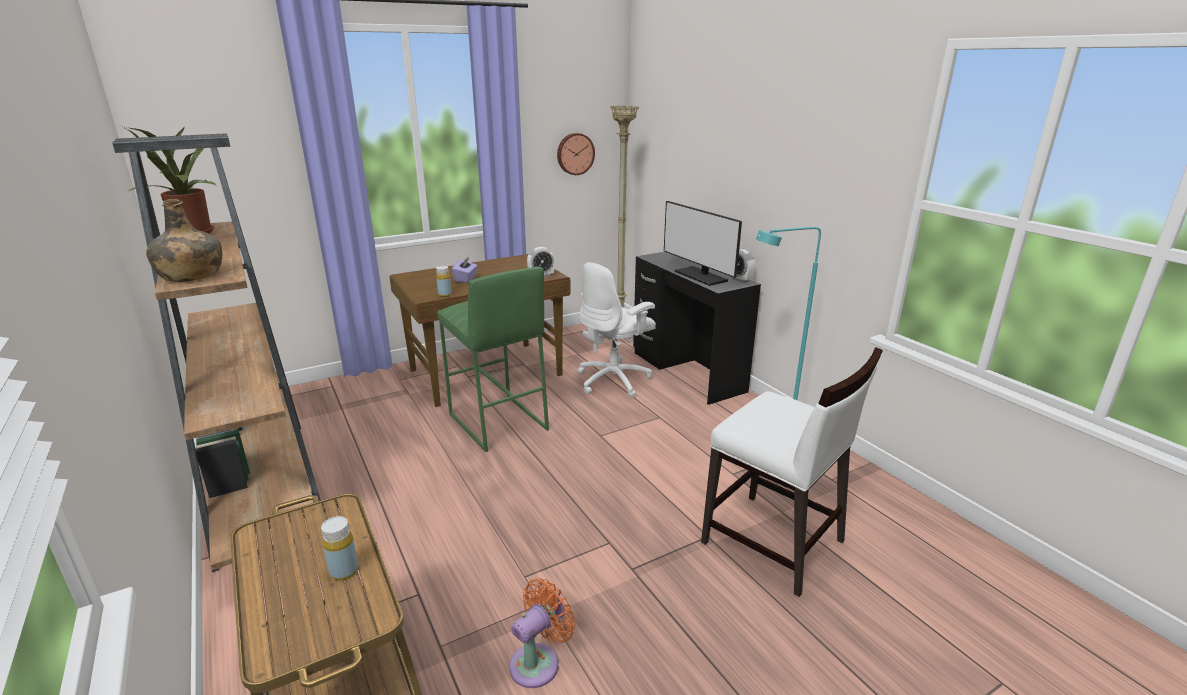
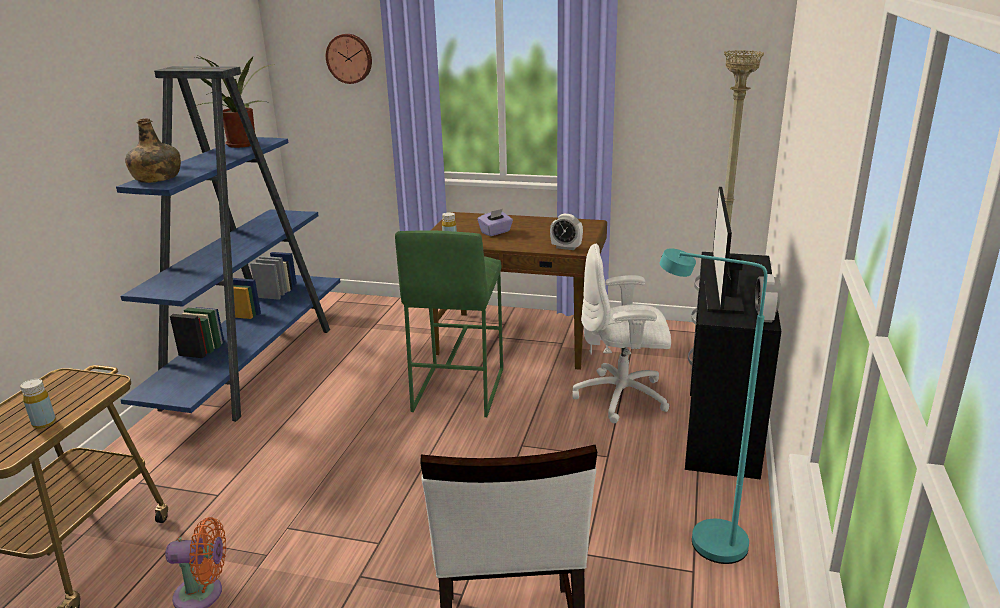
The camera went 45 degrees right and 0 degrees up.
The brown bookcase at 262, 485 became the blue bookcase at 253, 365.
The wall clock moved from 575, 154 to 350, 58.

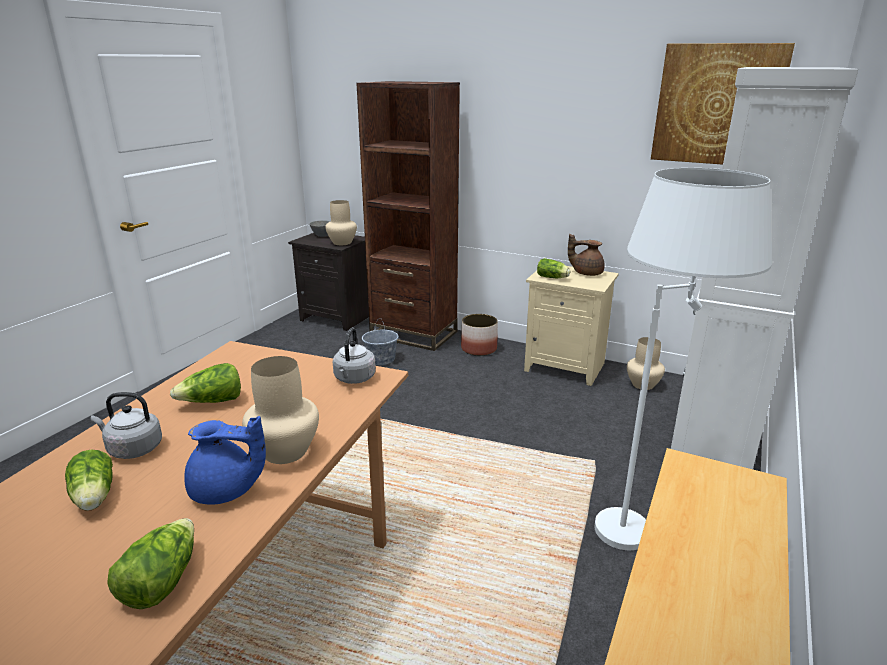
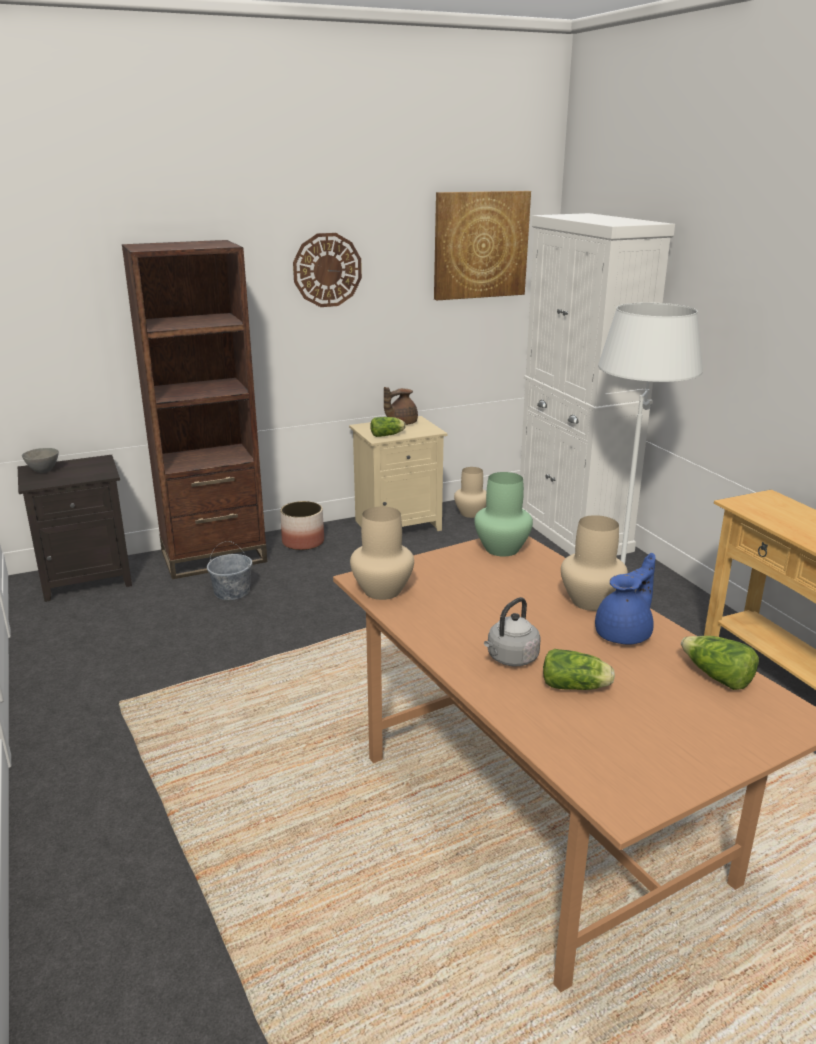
The camera went 50 degrees left and 0 degrees up.
The beige vase moved from 342, 242 to 381, 590.
The grey kettle at 354, 379 was replaced by the green vase at 503, 549.
The lettuce at 212, 402 disappeared.
The wall clock at 327, 270 appeared.

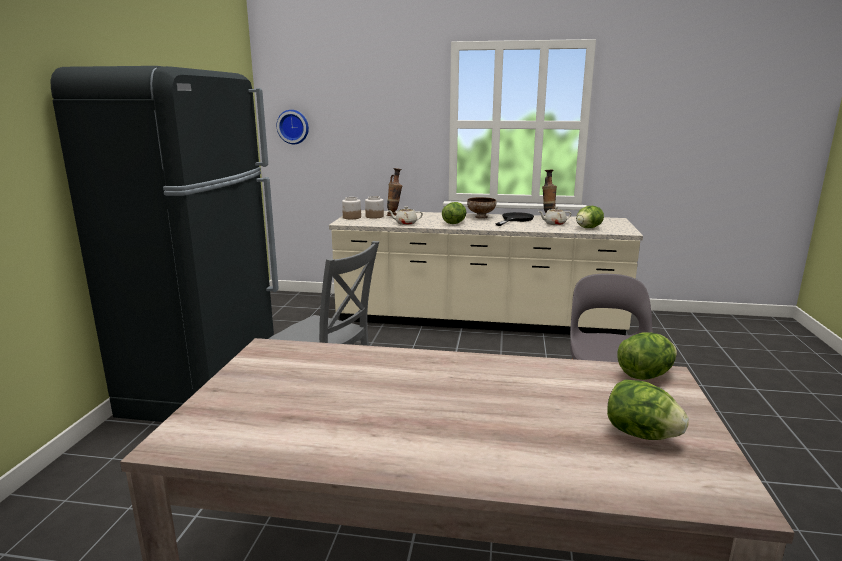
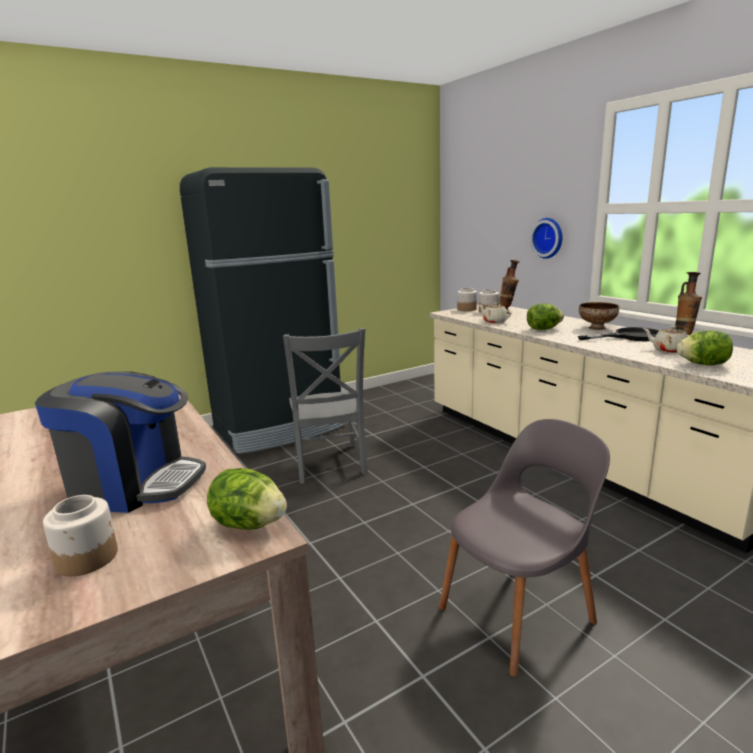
The camera went 50 degrees right and 0 degrees up.
The wall clock moved from 293, 127 to 548, 238.
The lettuce at 640, 434 was replaced by the jar at 88, 558.
The coffee machine at 134, 484 appeared.

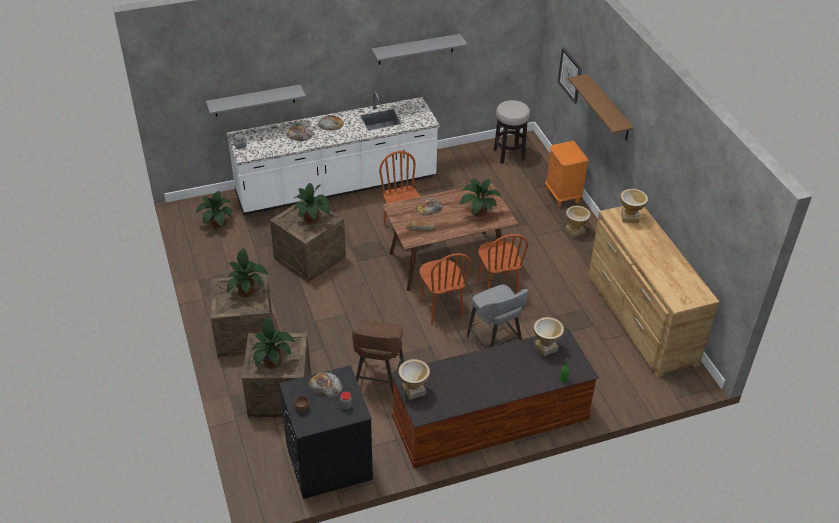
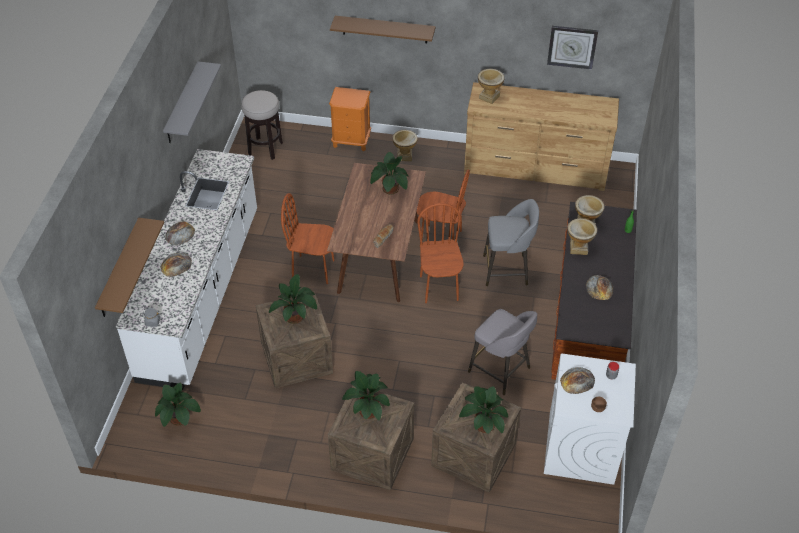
The camera went 60 degrees left and 5 degrees up.
The wall clock moved from 570, 75 to 572, 46.
The grey shelf at 254, 100 became the brown shelf at 119, 269.
The bread moved from 429, 207 to 599, 287.
The brown chair at 441, 309 turned 105 degrees counterclockwise.
The brown stool at 378, 379 became the grey stool at 500, 371.
The vase moved from 413, 391 to 578, 248.
The black washing machine at 328, 463 became the white washing machine at 581, 448.

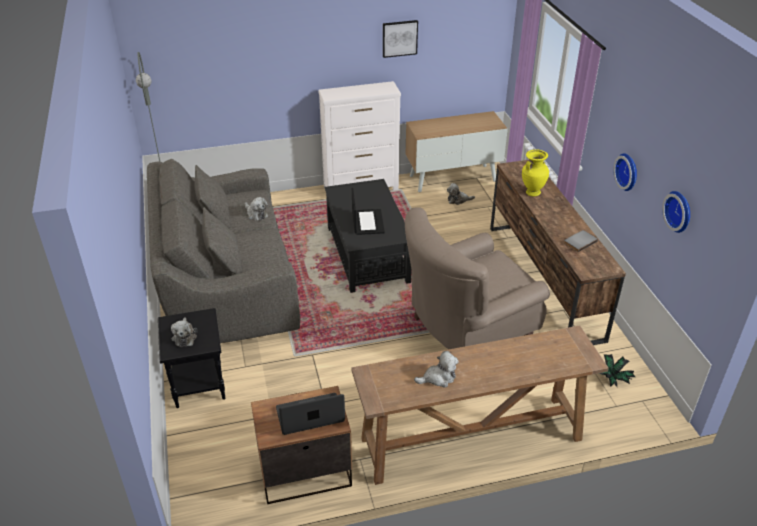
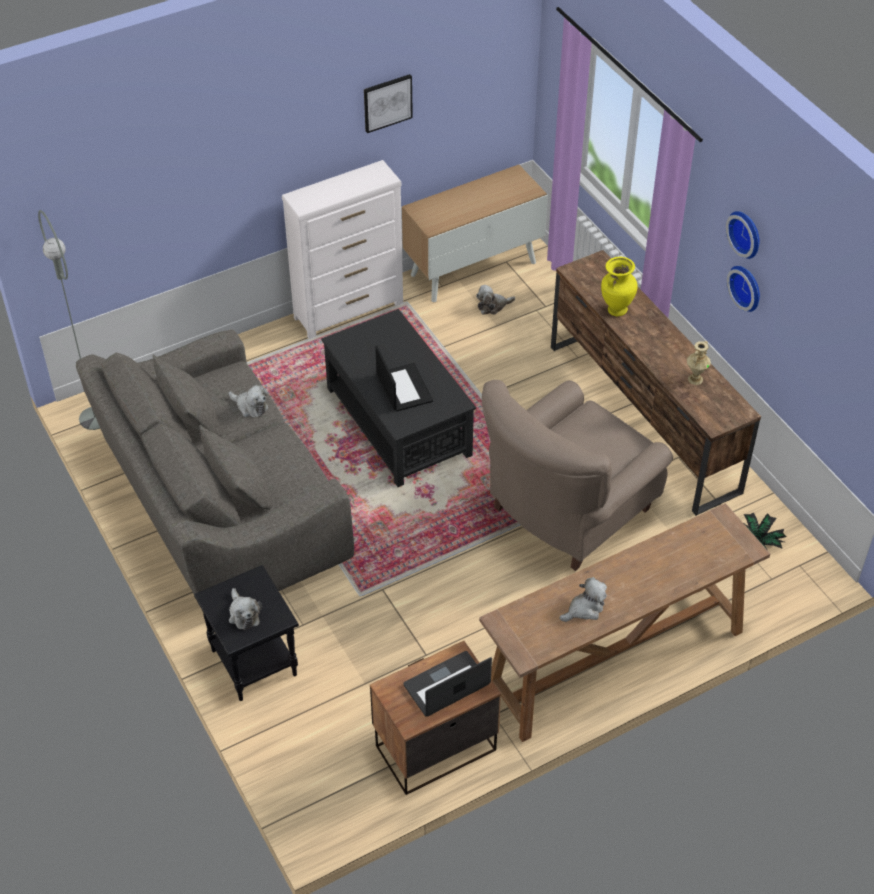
The camera went 15 degrees left and 10 degrees up.
The wall clock moved from 679, 211 to 746, 233.
The grey book at 579, 241 was replaced by the beige vase at 695, 379.

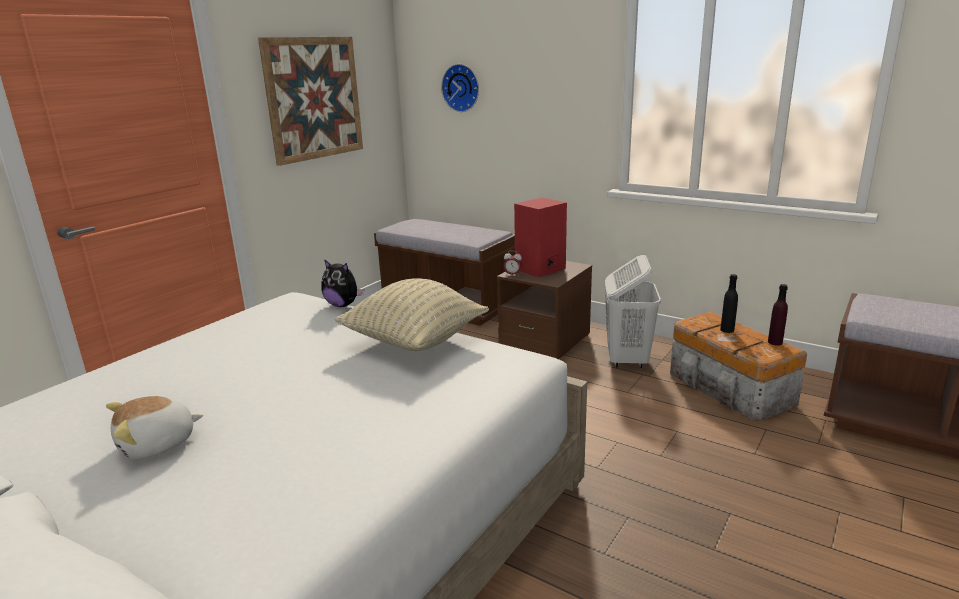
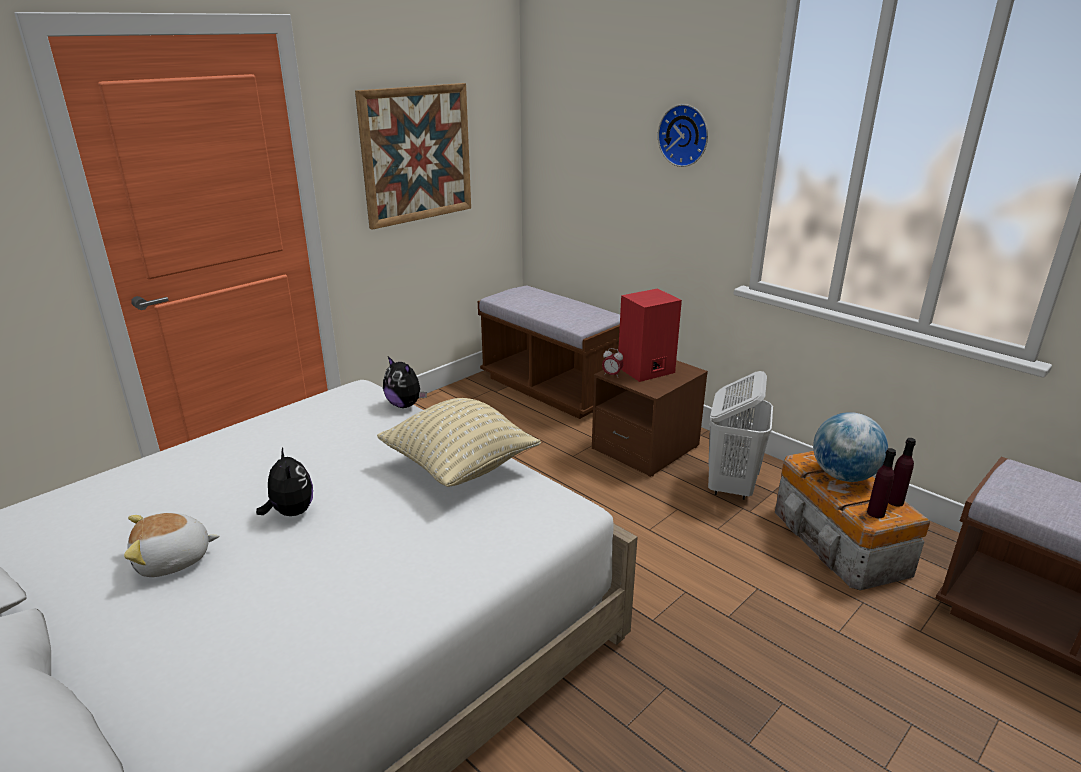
The camera went 10 degrees right and 5 degrees up.
The wall clock moved from 462, 88 to 685, 135.
The black bottle at 727, 330 was replaced by the globe at 843, 476.
The plush toy at 290, 512 appeared.
The purple bottle at 875, 513 appeared.

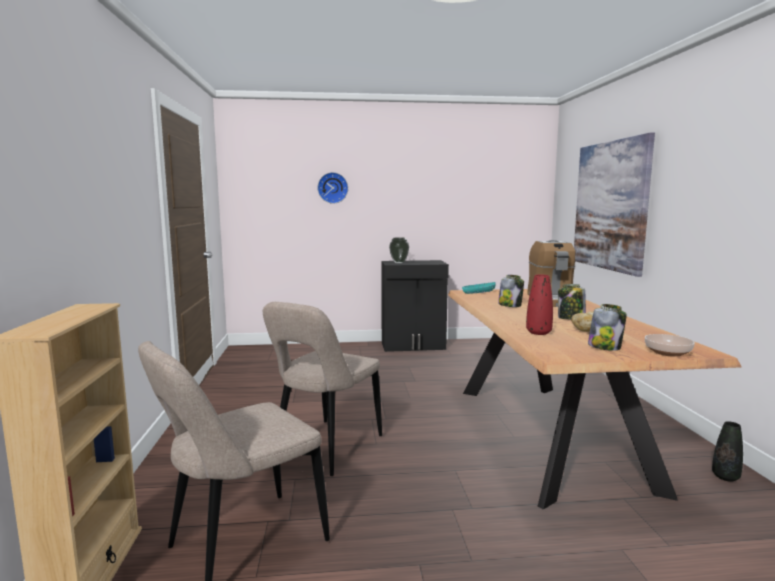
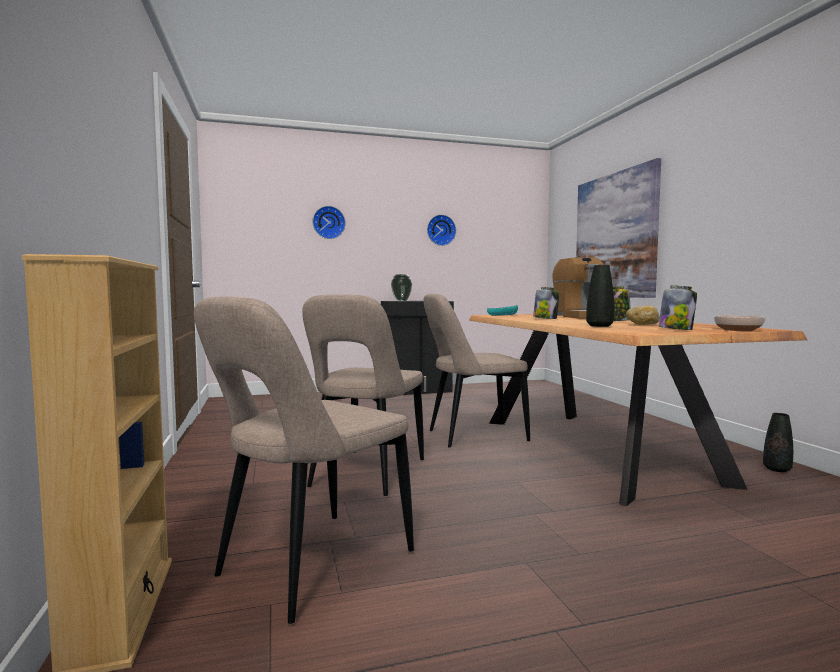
The camera went 10 degrees left and 5 degrees down.
The red vase at 538, 332 became the black vase at 599, 326.
The wall clock at 440, 230 appeared.
The beige chair at 472, 436 appeared.

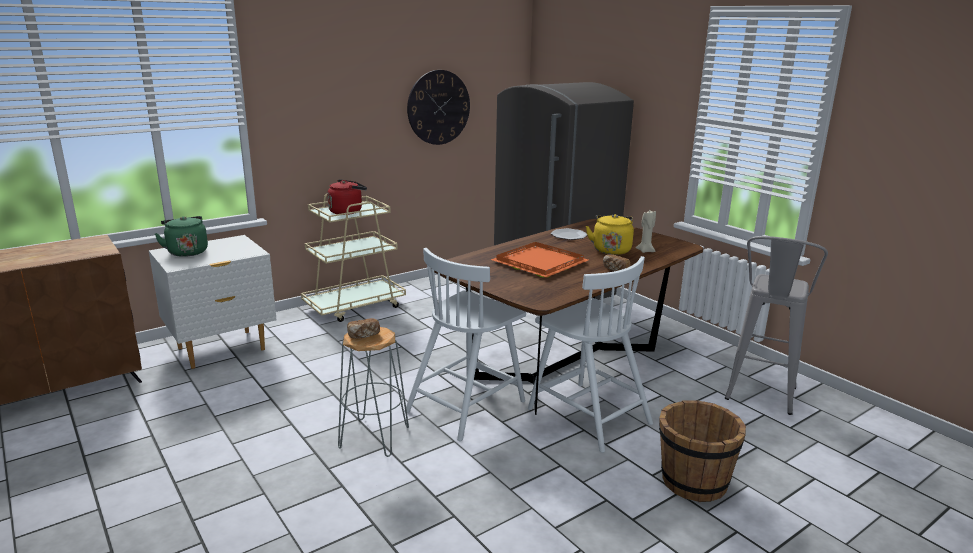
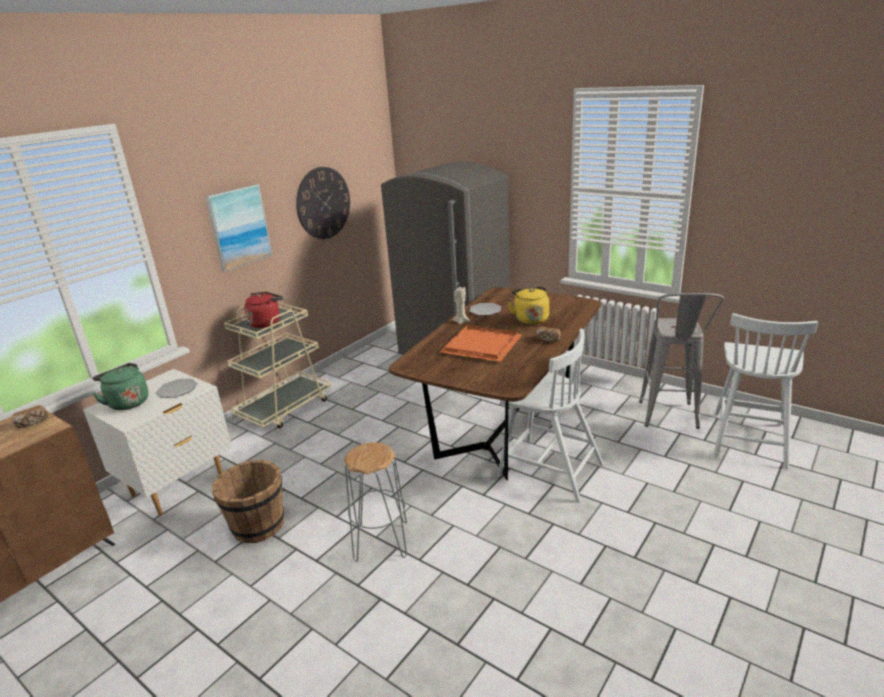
The camera went 15 degrees left and 5 degrees up.
The beige candle moved from 645, 251 to 461, 322.
The white chair moved from 467, 405 to 749, 438.
The bread moved from 364, 335 to 32, 423.
The brown bucket moved from 693, 482 to 258, 525.
The picture at 239, 227 appeared.
The plate at 177, 389 appeared.

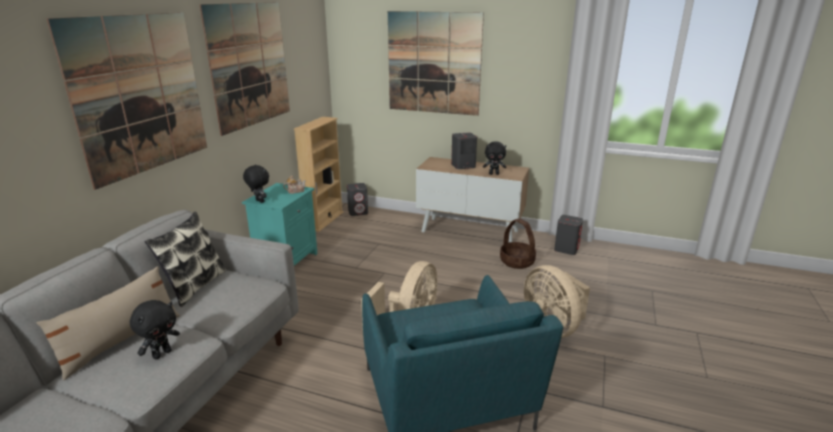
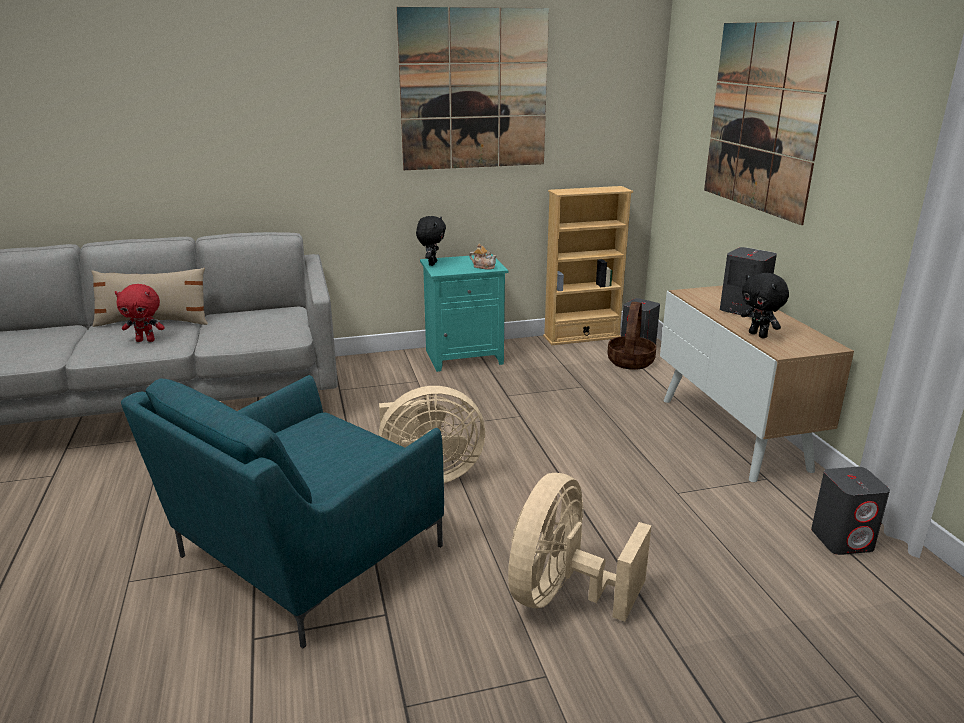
The camera went 55 degrees right and 0 degrees up.
The picture at 140, 94 disappeared.
The pillow at 195, 286 disappeared.
The basket moved from 517, 261 to 631, 361.
The black plush toy at 162, 354 became the red plush toy at 146, 340.

